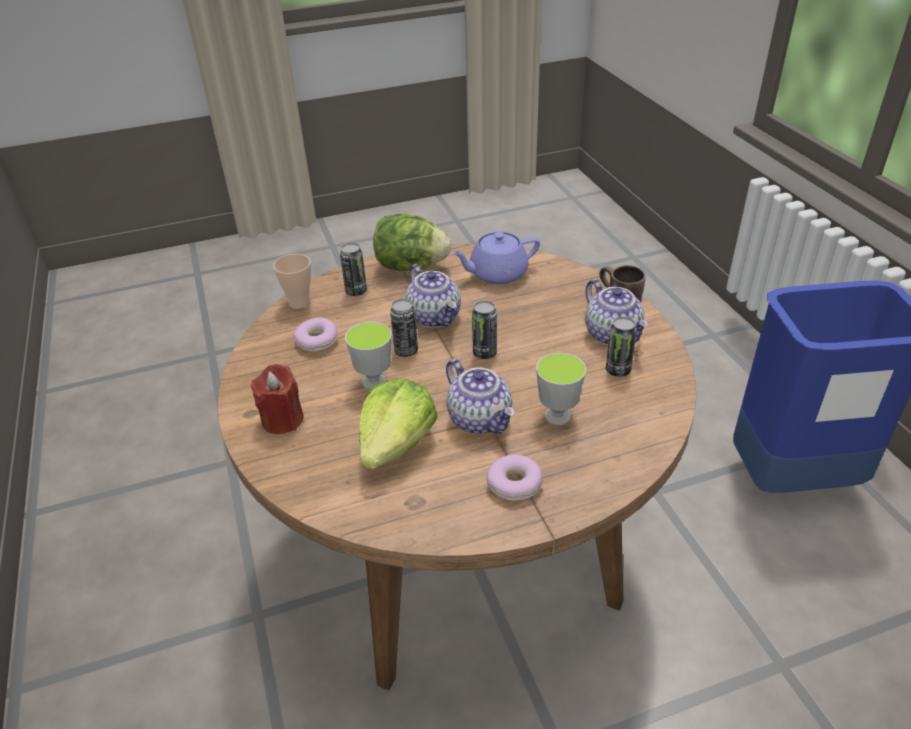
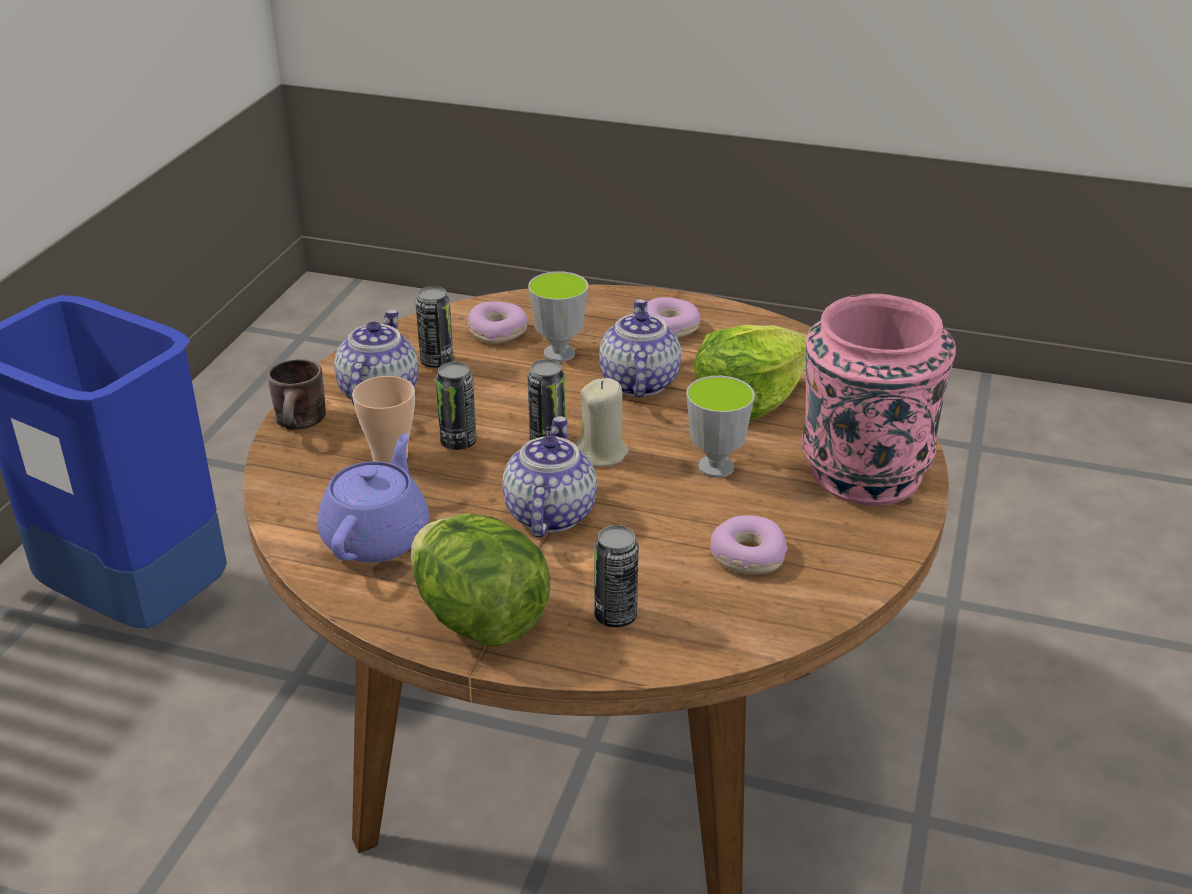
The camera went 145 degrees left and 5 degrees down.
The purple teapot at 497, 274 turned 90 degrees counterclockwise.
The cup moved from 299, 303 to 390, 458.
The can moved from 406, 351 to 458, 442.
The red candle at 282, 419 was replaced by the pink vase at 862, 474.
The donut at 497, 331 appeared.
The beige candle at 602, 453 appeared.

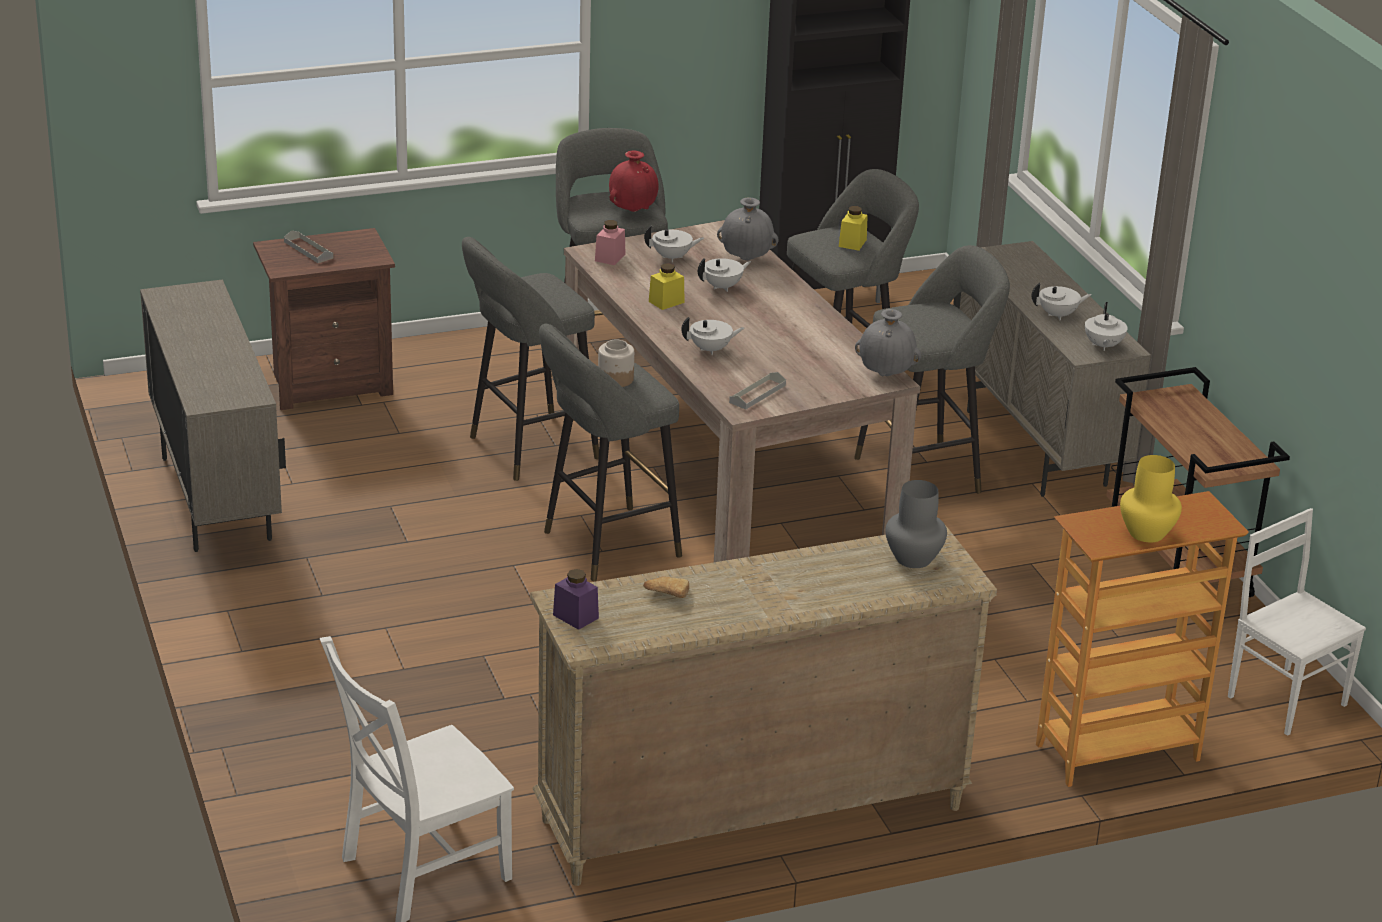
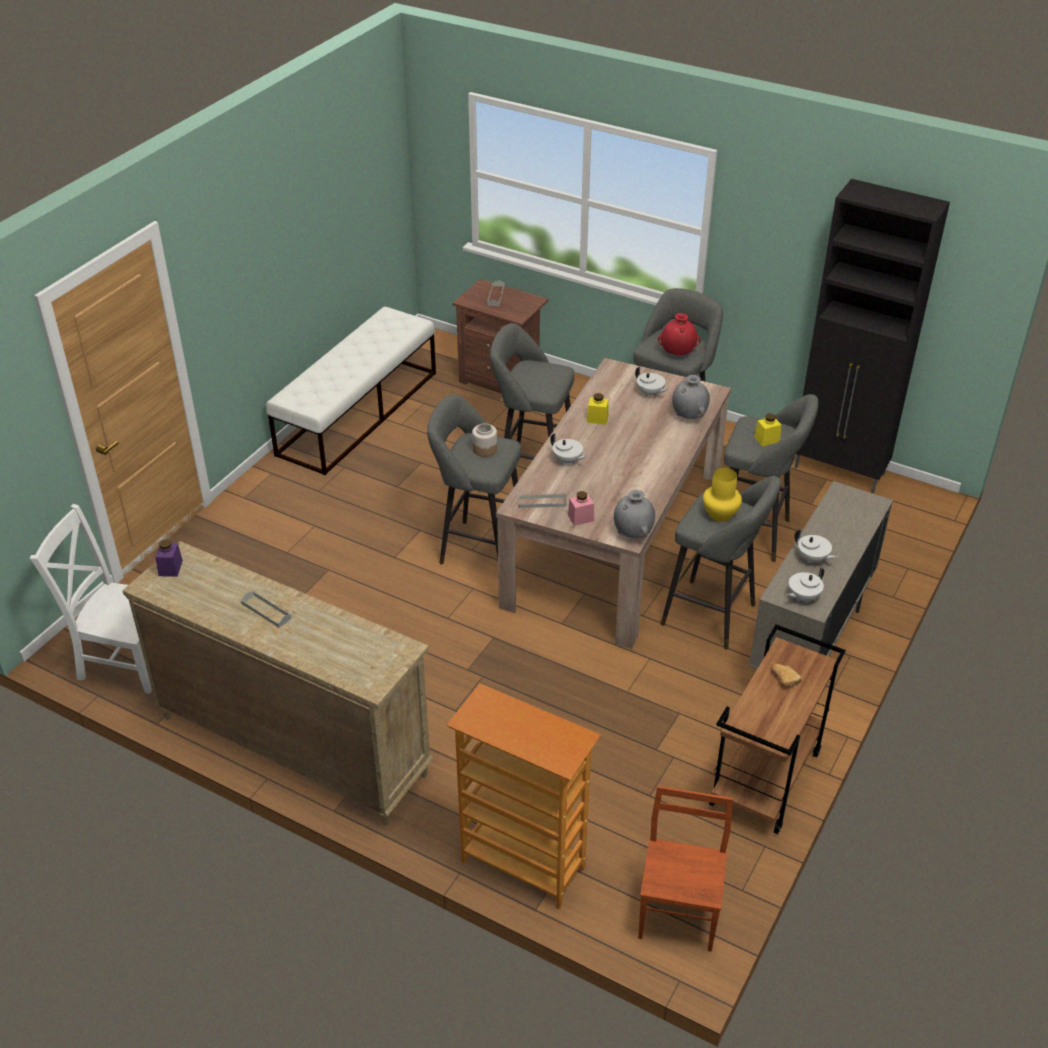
The camera went 50 degrees right and 10 degrees up.
The pink jar moved from 610, 257 to 581, 518.
The white teapot at 723, 287 disappeared.
The beige cabinet at 215, 498 was replaced by the white bench at 358, 412.
The yellow vase moved from 1146, 532 to 720, 514.
The grey vase at 912, 559 disappeared.
The white chair at 1286, 699 became the brown chair at 680, 916.
The bread moved from 666, 594 to 783, 678.
The grey tray at 266, 611 appeared.

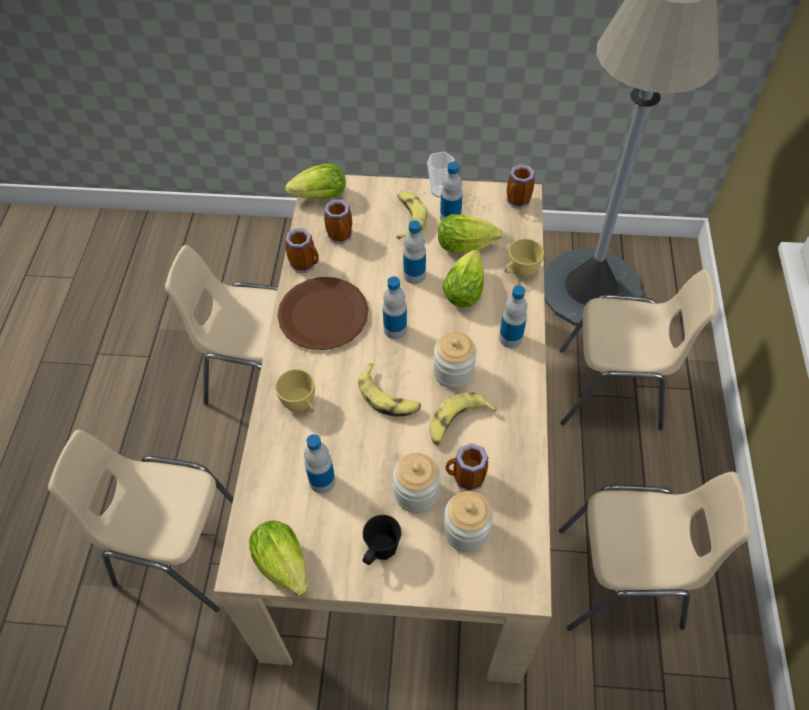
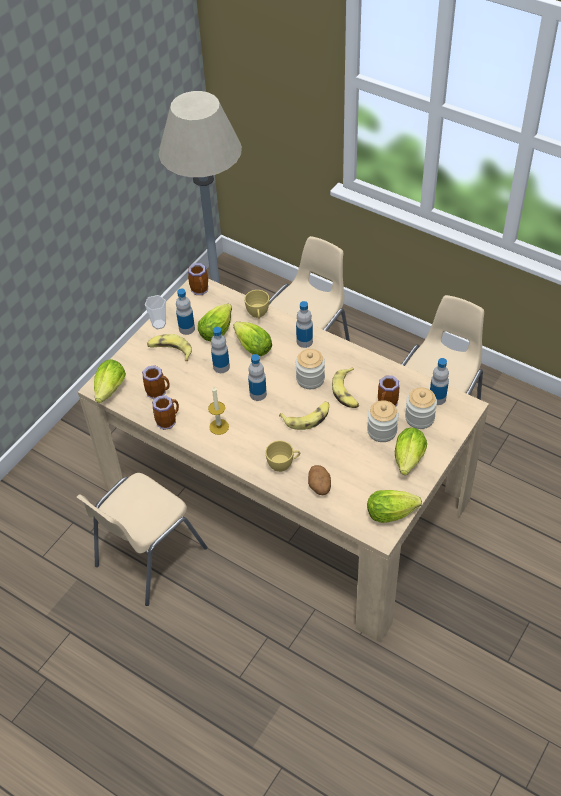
The camera went 60 degrees left and 5 degrees down.
The brown plate at 323, 315 was replaced by the candle at 219, 426.
The beige chair at 179, 550 disappeared.
The bottle moved from 322, 481 to 437, 398.
The black mug at 381, 548 was replaced by the lettuce at 408, 461.
The potato at 319, 486 appeared.

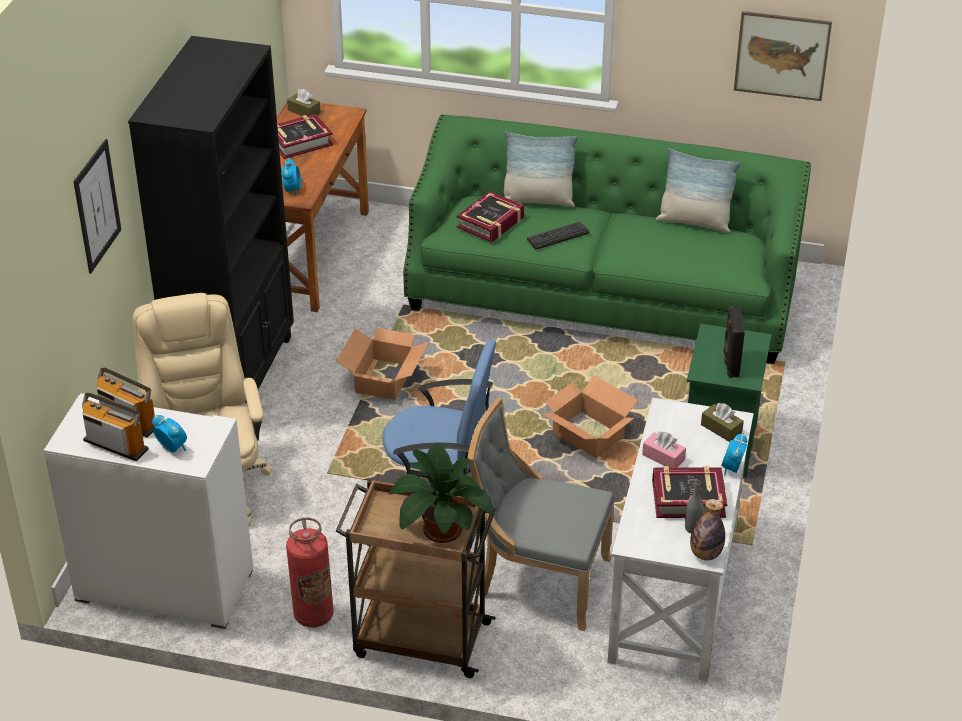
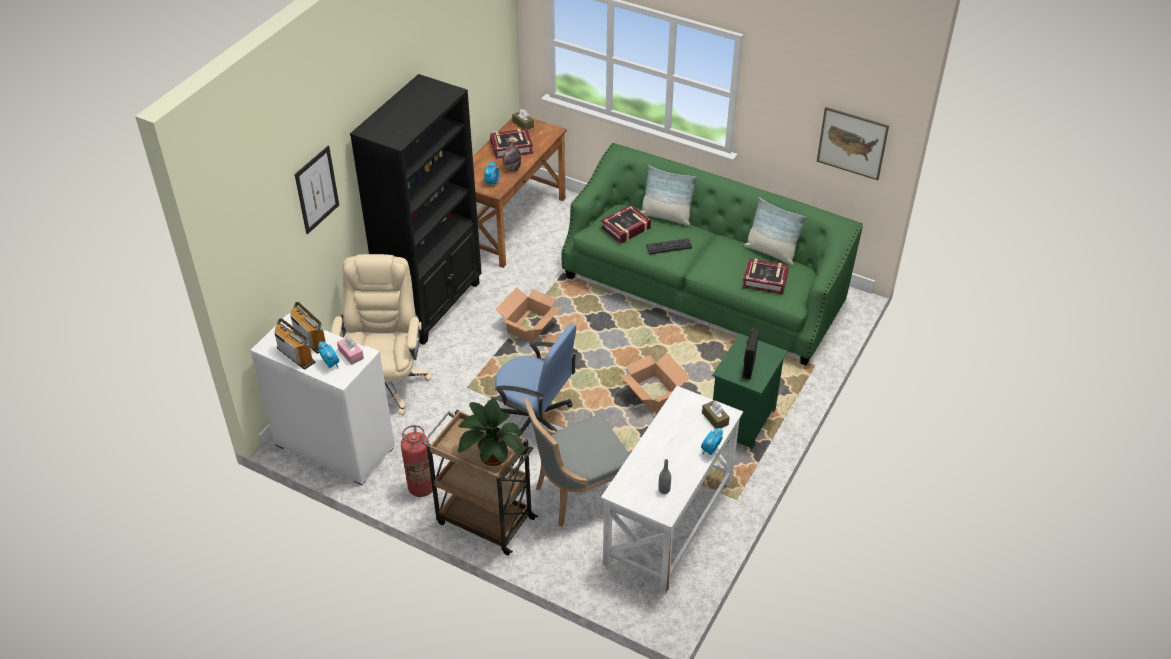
The camera went 15 degrees right and 5 degrees up.
The grey chair at 538, 580 turned 60 degrees counterclockwise.
The pink tissue box moved from 663, 457 to 351, 354.
The book moved from 688, 498 to 765, 280.
The bottle moved from 705, 554 to 512, 169.

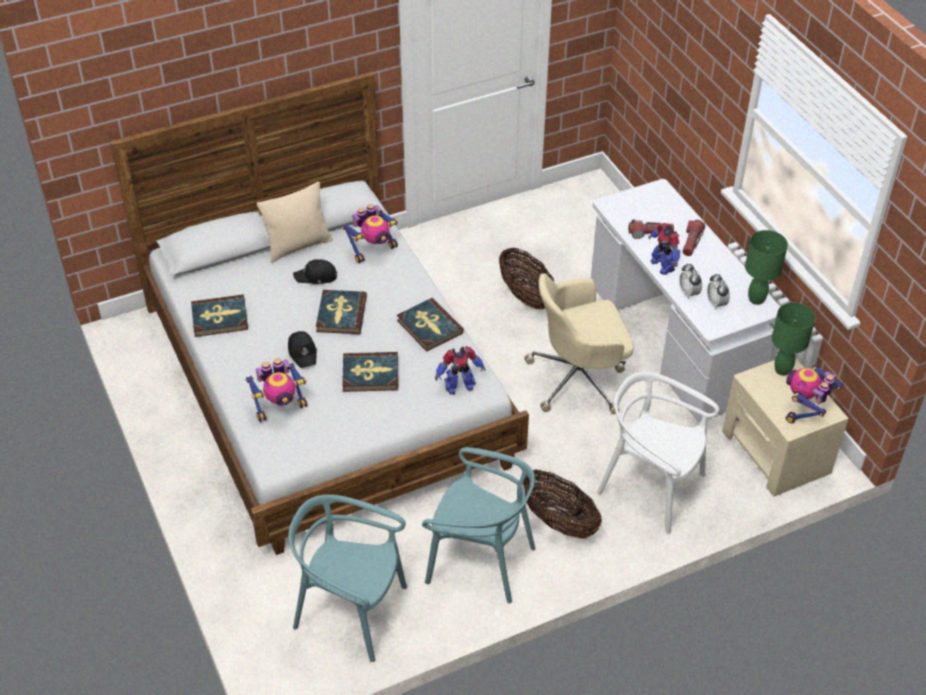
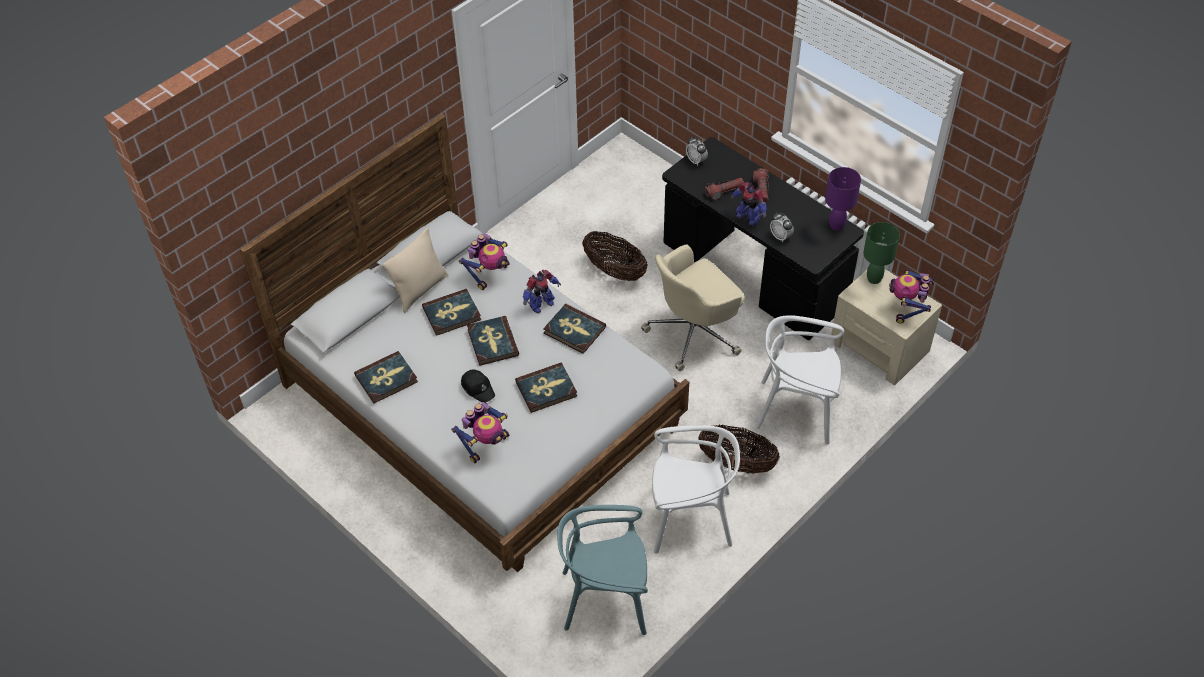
The camera went 20 degrees left and 5 degrees up.
The white desk at 672, 340 became the black desk at 753, 274.
The green table lamp at 757, 299 became the purple table lamp at 837, 226.
The black cap at 316, 276 was replaced by the book at 452, 314.
The alarm clock moved from 716, 303 to 696, 161.
The toy robot moved from 459, 386 to 541, 304.
The turquoise chair at 480, 561 became the white chair at 690, 519.

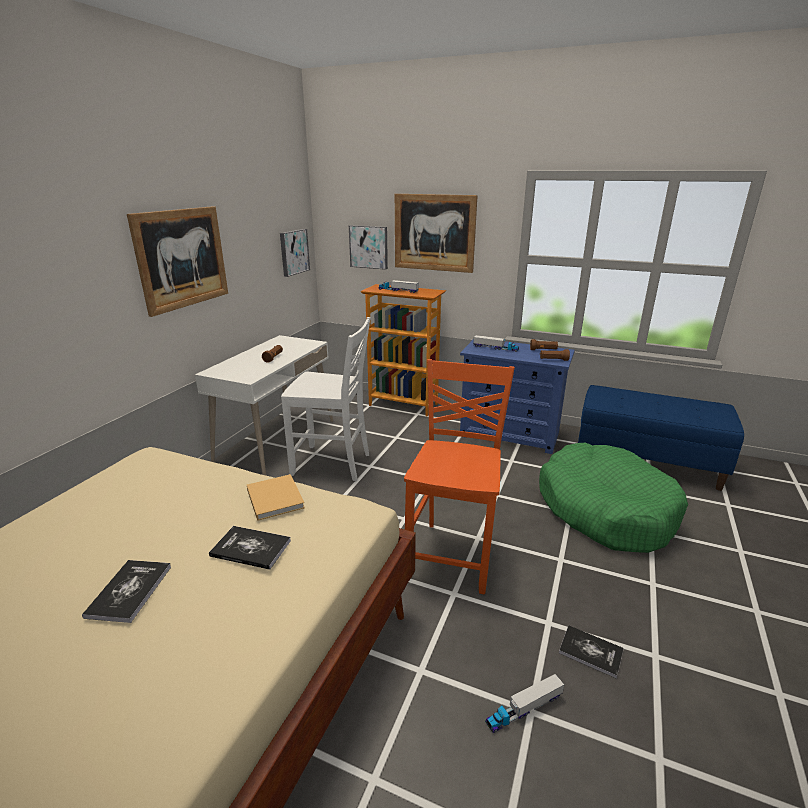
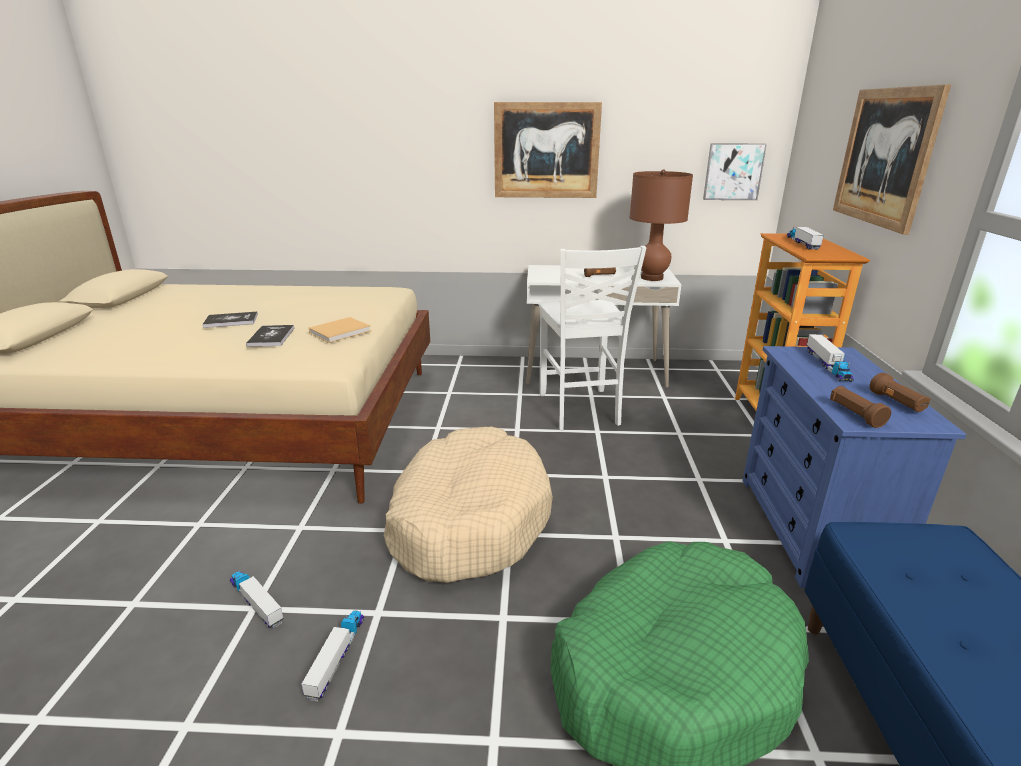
The camera went 70 degrees right and 0 degrees up.
The picture at 369, 247 disappeared.
The orange chair at 453, 554 was replaced by the beige dog bed at 468, 519.
The book at 590, 651 was replaced by the toy truck at 337, 657.
The brown table lamp at 651, 278 appeared.

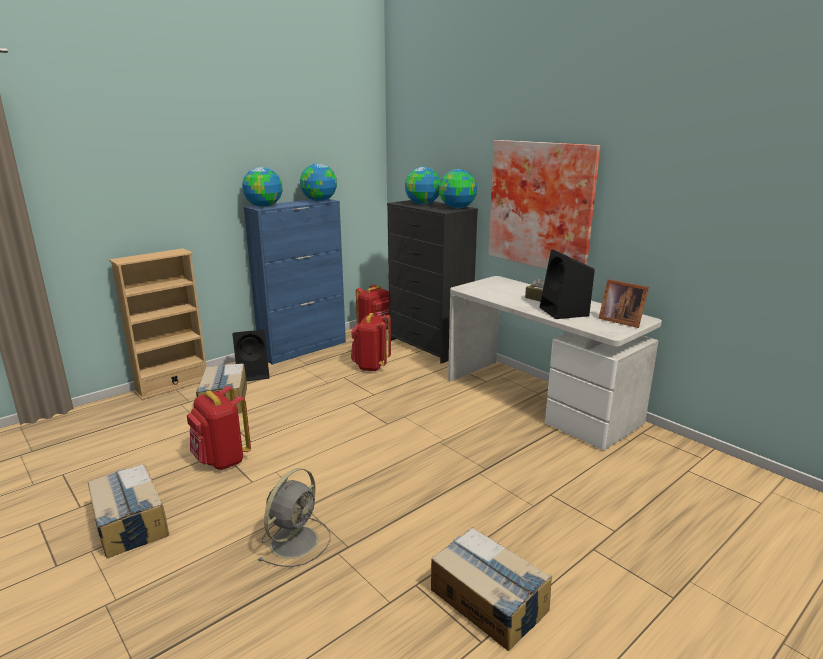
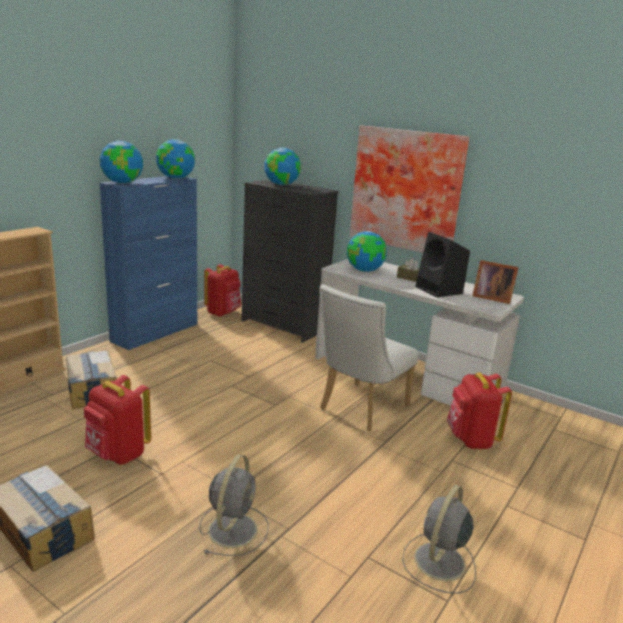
The camera went 15 degrees left and 0 degrees up.
The globe moved from 457, 208 to 365, 270.
The red backpack moved from 371, 366 to 471, 440.
The black speaker at 254, 374 disappeared.
The cardboard box at 488, 601 was replaced by the grey fan at 438, 563.
The white chair at 359, 409 appeared.

